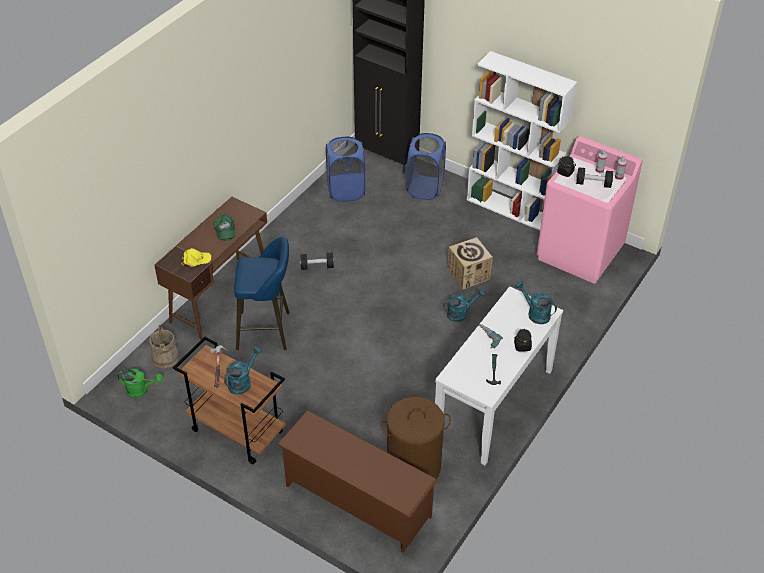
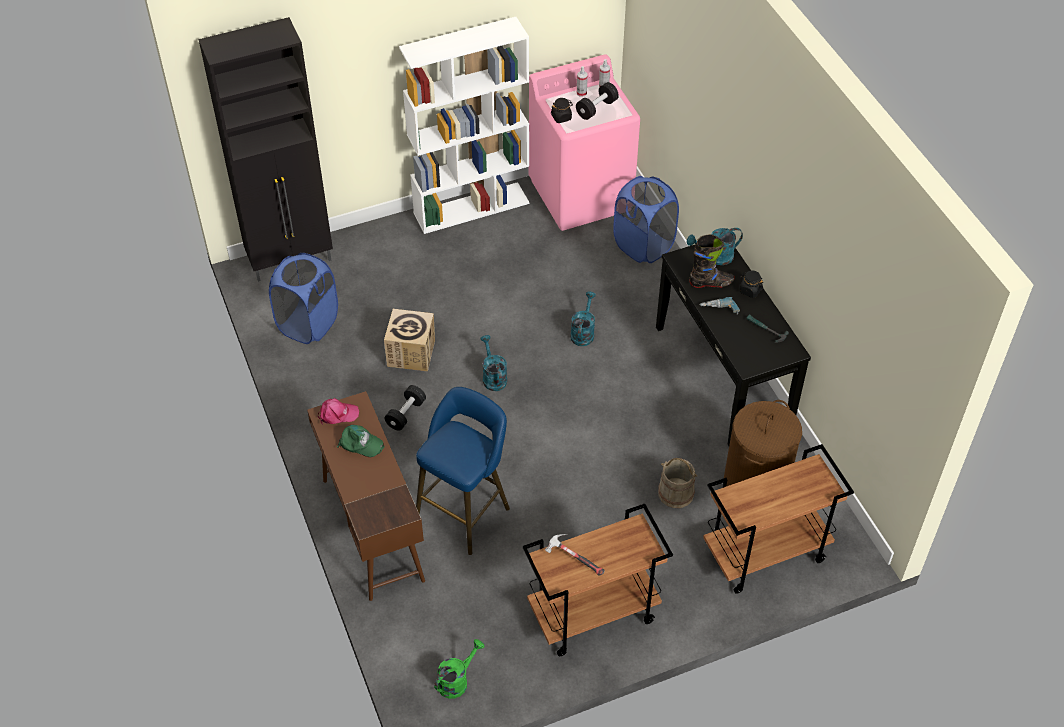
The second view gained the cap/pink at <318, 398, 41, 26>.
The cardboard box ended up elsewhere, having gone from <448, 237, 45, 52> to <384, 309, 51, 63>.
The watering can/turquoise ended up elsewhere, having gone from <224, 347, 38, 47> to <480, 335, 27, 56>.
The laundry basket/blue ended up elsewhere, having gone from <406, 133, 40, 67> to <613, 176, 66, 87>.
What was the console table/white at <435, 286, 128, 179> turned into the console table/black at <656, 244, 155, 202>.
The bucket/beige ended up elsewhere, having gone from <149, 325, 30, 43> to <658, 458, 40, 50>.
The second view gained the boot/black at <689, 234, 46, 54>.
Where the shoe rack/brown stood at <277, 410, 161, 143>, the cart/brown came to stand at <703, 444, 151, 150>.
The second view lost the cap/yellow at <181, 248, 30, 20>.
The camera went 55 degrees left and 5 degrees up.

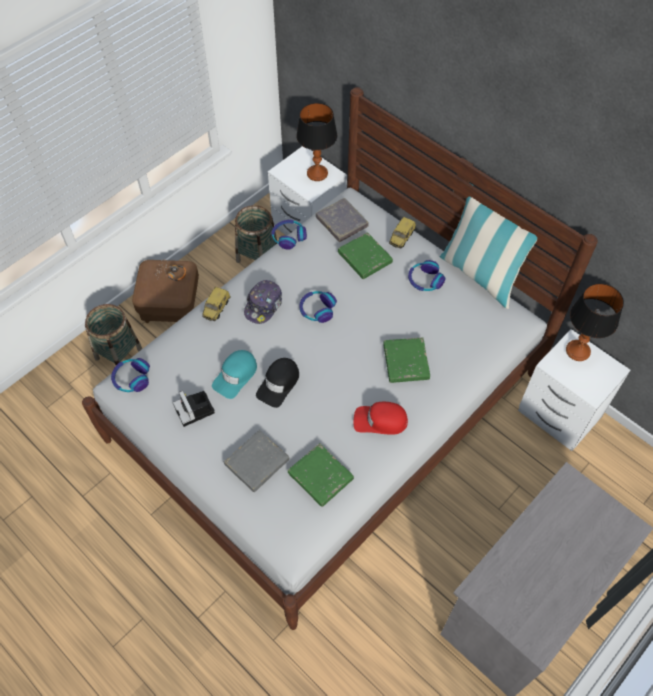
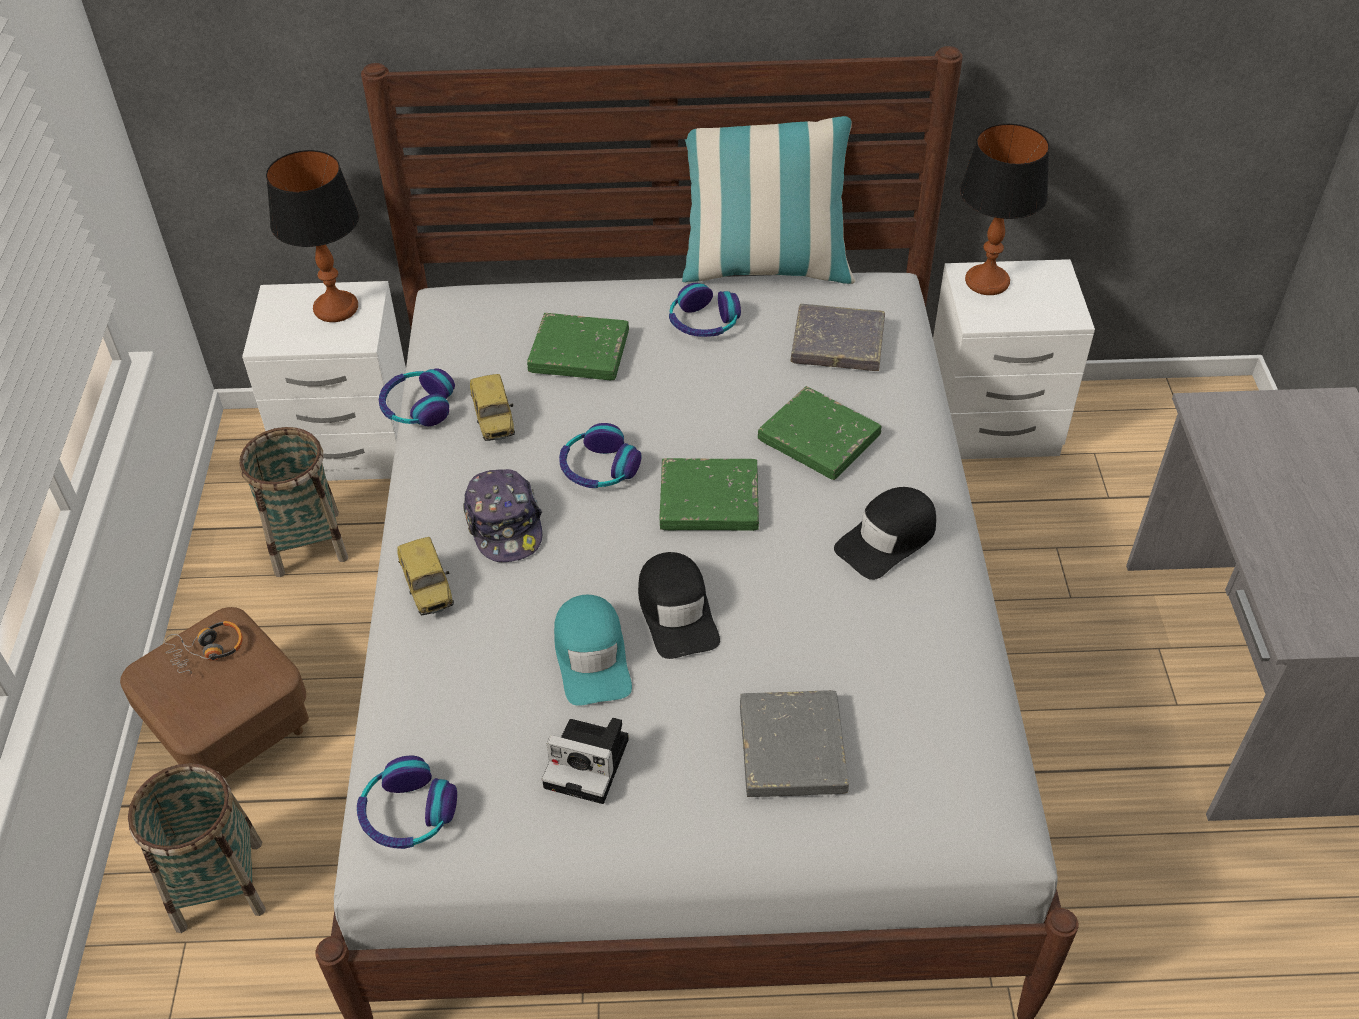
The toy car ended up elsewhere, having gone from <389, 217, 27, 32> to <470, 374, 45, 67>.
The book/green ended up elsewhere, having gone from <288, 443, 66, 64> to <659, 458, 100, 73>.
The book/grey ended up elsewhere, having gone from <316, 198, 53, 44> to <791, 304, 94, 67>.
What was the cap/red at <353, 402, 55, 33> turned into the cap/black at <834, 487, 102, 93>.
The camera went 45 degrees left and 10 degrees down.

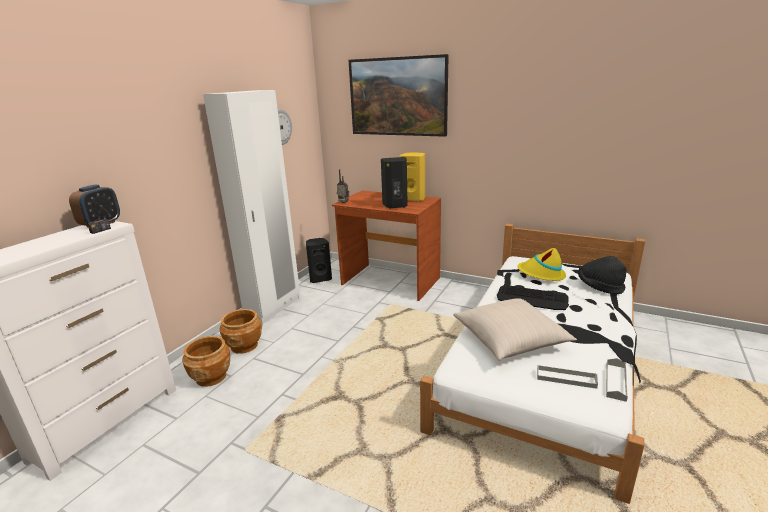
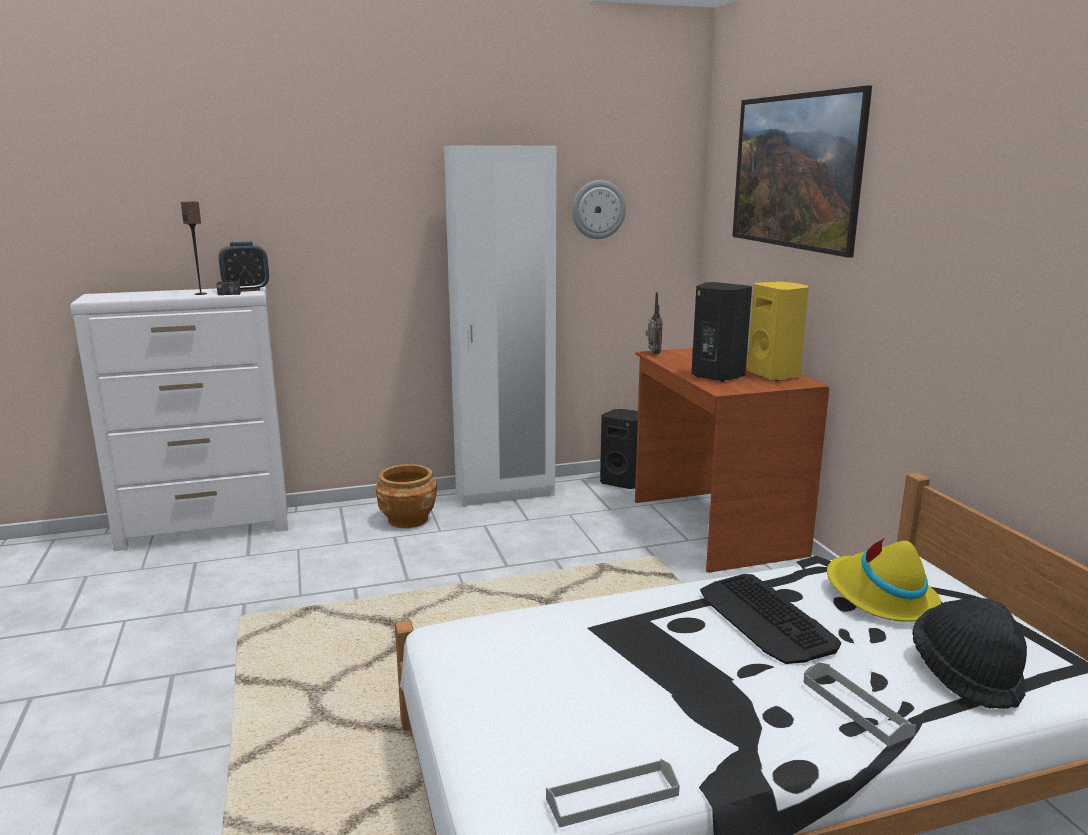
The second view gained the speaker at <181, 201, 26, 94>.
The tray/grey ended up elsewhere, having gone from <537, 365, 61, 24> to <803, 662, 113, 85>.
The second view lost the planter/brown at <182, 336, 48, 51>.
The second view lost the pillow/beige at <453, 298, 124, 63>.
The camera went 45 degrees right and 5 degrees down.

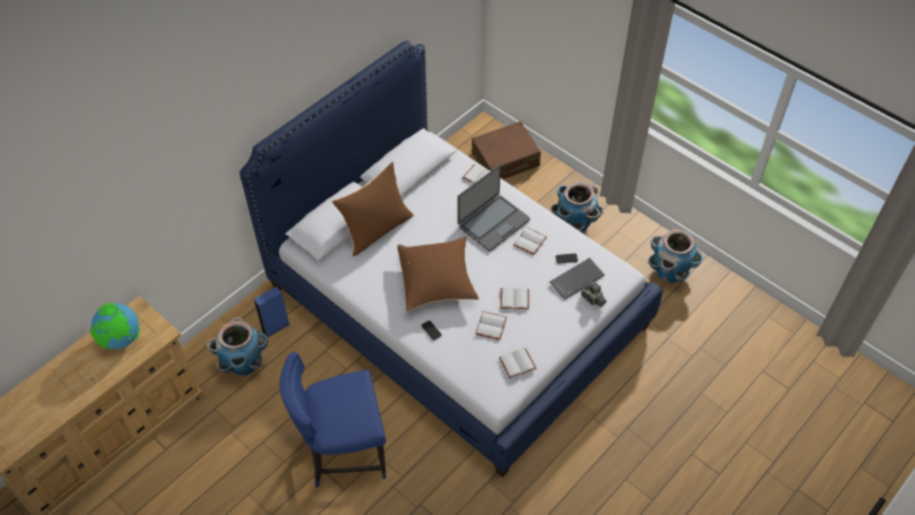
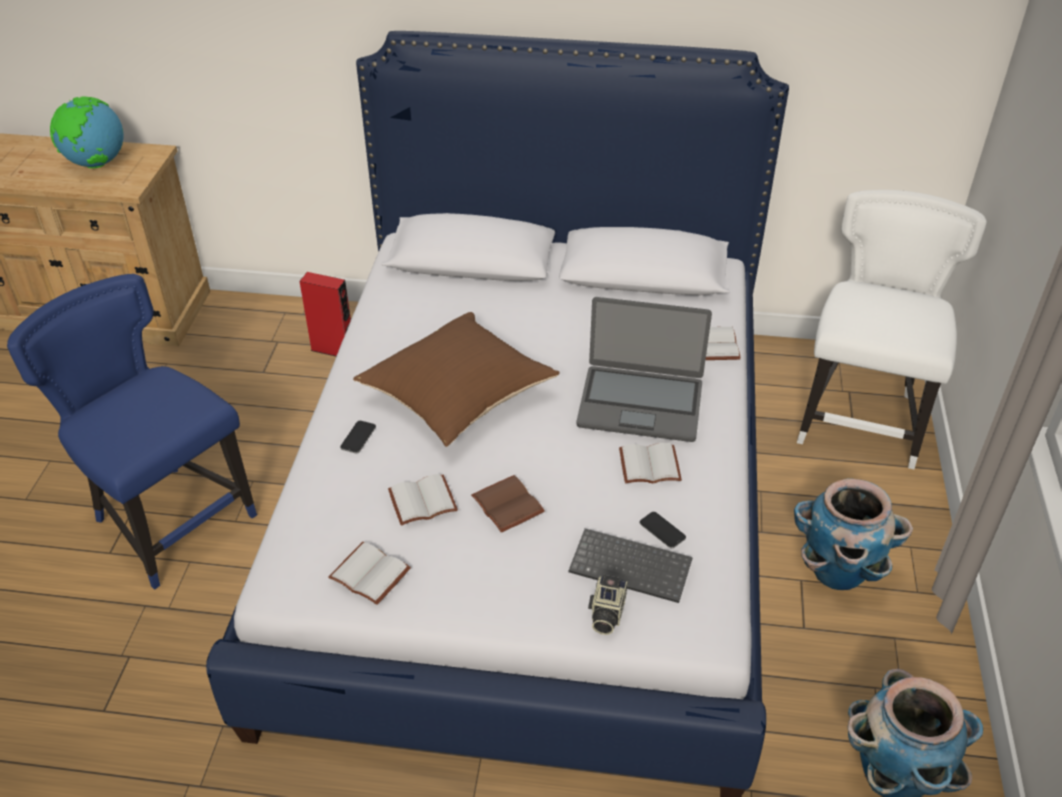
What was the speaker/blue at <254, 286, 36, 52> turned into the speaker/red at <299, 272, 52, 85>.
What was the book/white at <500, 287, 29, 23> turned into the book/brown at <471, 475, 74, 58>.
Where the suitcase/brown stood at <472, 121, 69, 58>, the chair/white came to stand at <797, 190, 190, 279>.
The second view lost the planter at <207, 317, 61, 58>.
The second view lost the pillow/brown at <332, 162, 82, 94>.
The camera went 55 degrees right and 10 degrees down.

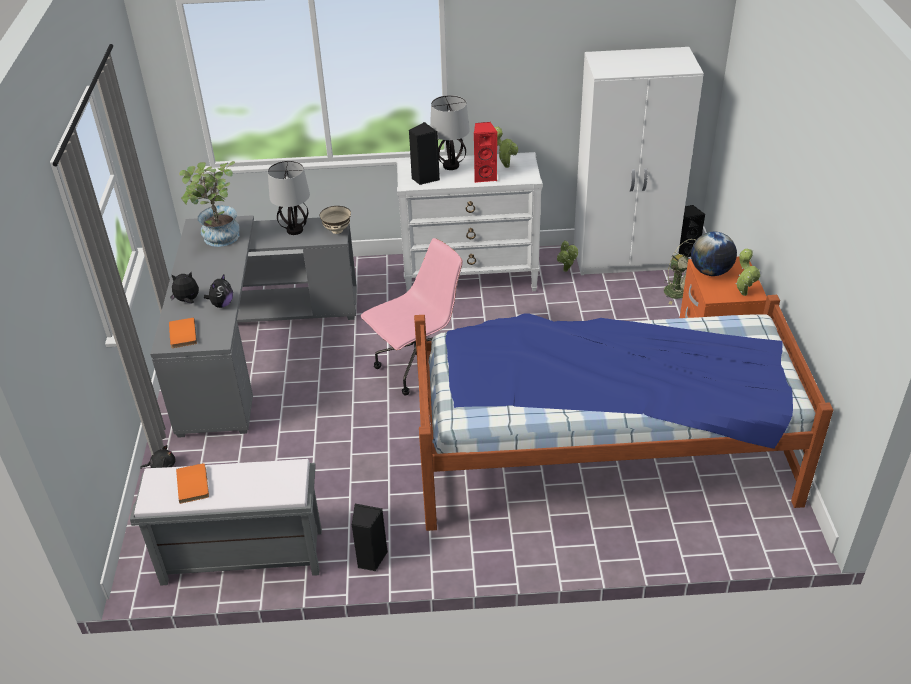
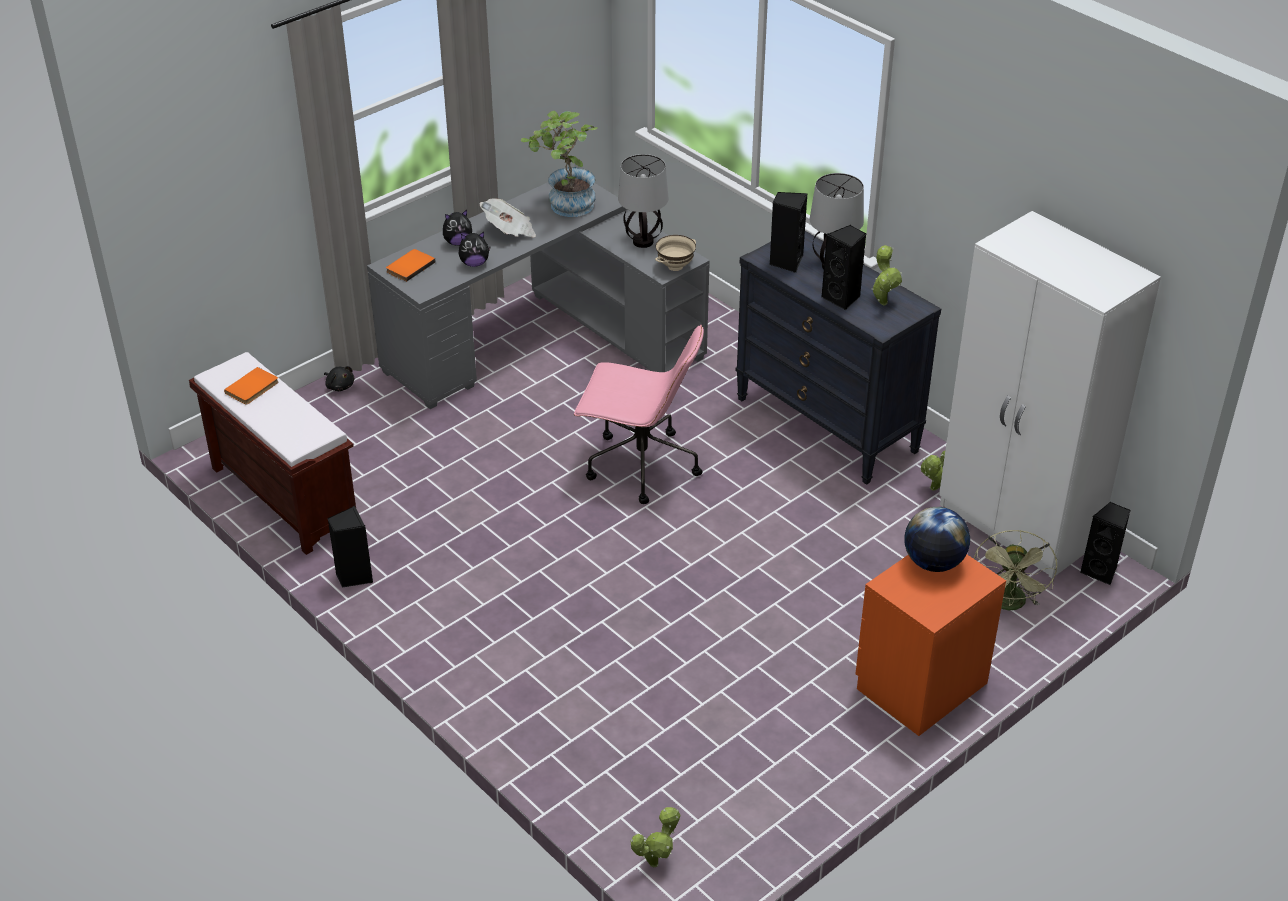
What was the bench/grey at <130, 459, 192, 127> turned into the bench/brown at <189, 352, 167, 203>.
The plush toy at <170, 272, 29, 32> ended up facing another way, 120 degrees clockwise from before.
The second view gained the newspaper at <480, 199, 56, 38>.
The potted plant ended up elsewhere, having gone from <735, 249, 26, 47> to <631, 807, 49, 60>.
What was the dresser/white at <396, 152, 147, 140> turned into the dresser/black at <735, 231, 206, 254>.
What was the speaker/red at <474, 122, 24, 61> turned into the speaker/black at <821, 225, 45, 86>.
The second view lost the bed at <414, 295, 419, 236>.
The camera went 50 degrees right and 0 degrees up.

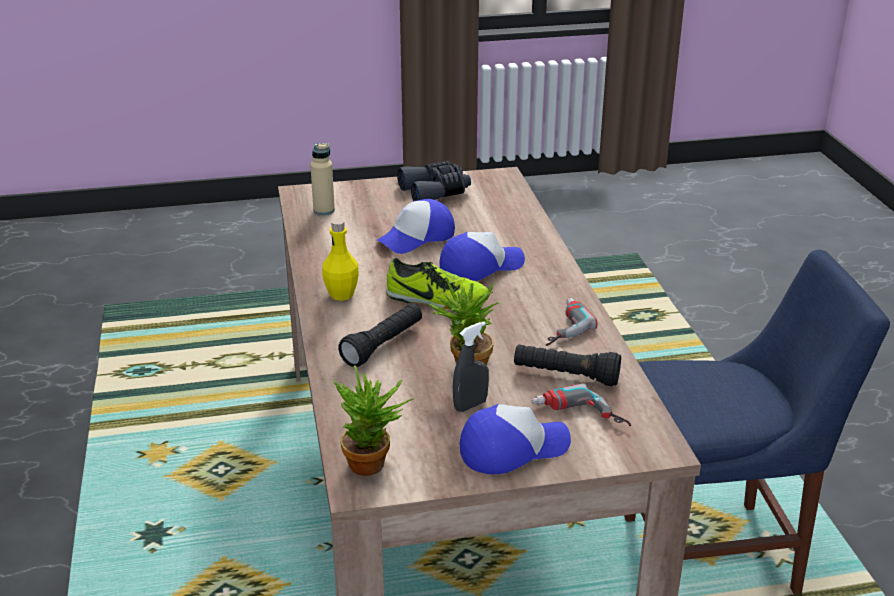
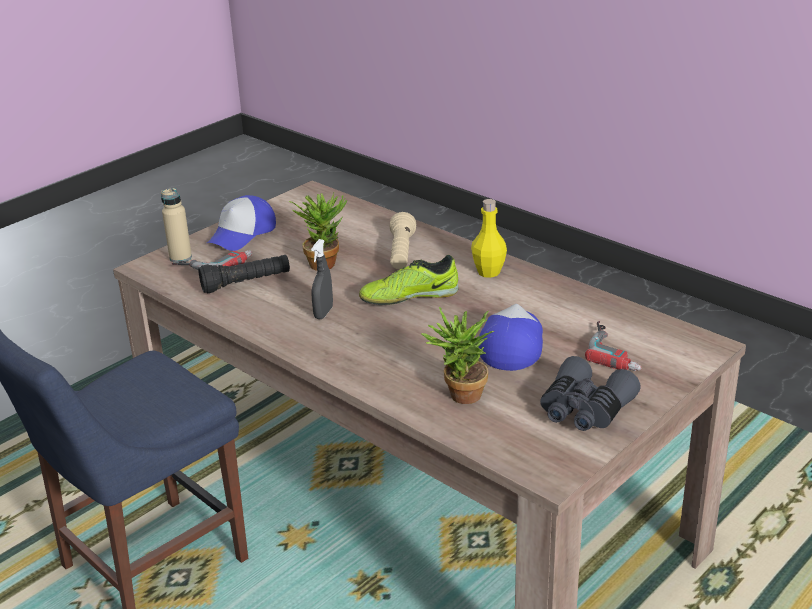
The bottle/beige ended up elsewhere, having gone from <310, 143, 25, 72> to <161, 188, 31, 75>.
The spray bottle/grey ended up elsewhere, having gone from <453, 322, 36, 90> to <311, 239, 22, 80>.
What was the flashlight/black at <338, 303, 84, 64> turned into the flashlight/beige at <389, 212, 27, 57>.
The potted plant ended up elsewhere, having gone from <333, 365, 82, 111> to <422, 307, 73, 97>.
The power drill ended up elsewhere, having gone from <546, 298, 51, 48> to <585, 321, 57, 50>.
The second view lost the cap at <439, 232, 86, 49>.
The camera went 145 degrees right and 0 degrees up.

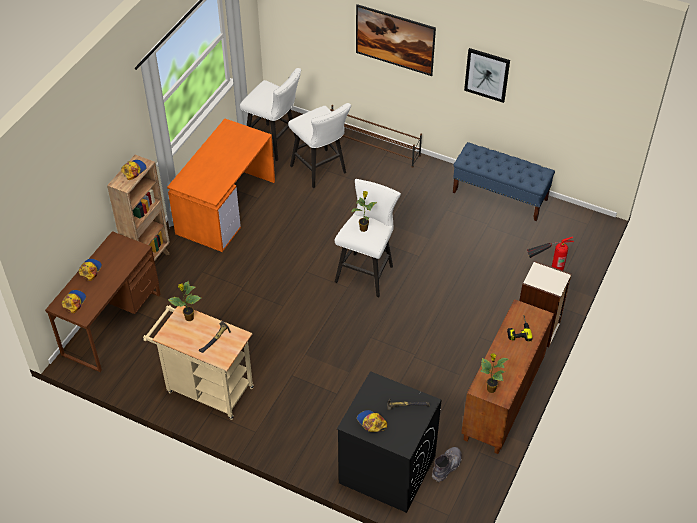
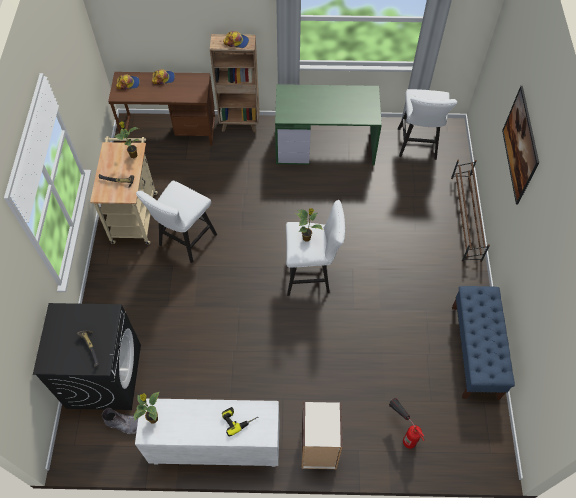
What was the cabinet/brown at <461, 299, 93, 155> turned into the cabinet/white at <135, 398, 145, 69>.
The stool/white ended up elsewhere, having gone from <288, 103, 63, 85> to <136, 181, 81, 82>.
What was the desk/orange at <167, 119, 108, 133> turned into the desk/green at <275, 84, 107, 81>.
The second view lost the cap at <357, 410, 30, 22>.
The second view lost the picture at <464, 48, 46, 55>.
The camera went 65 degrees right and 10 degrees up.

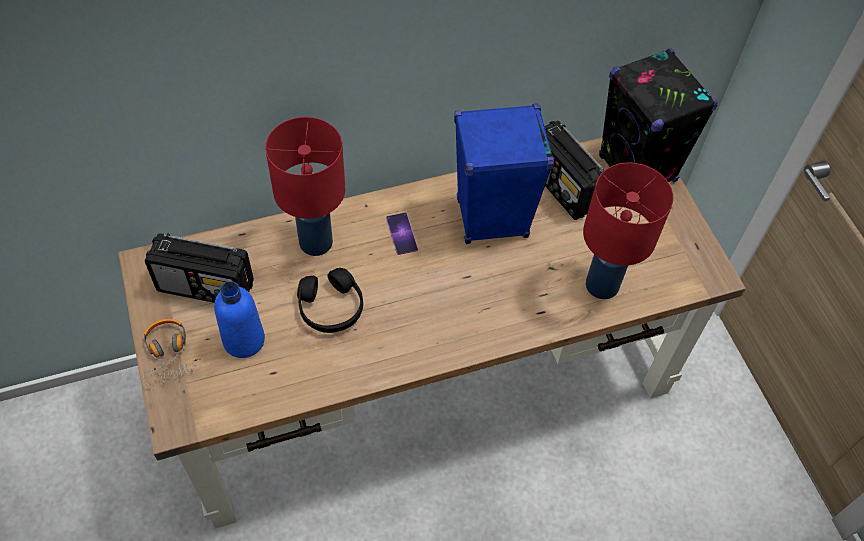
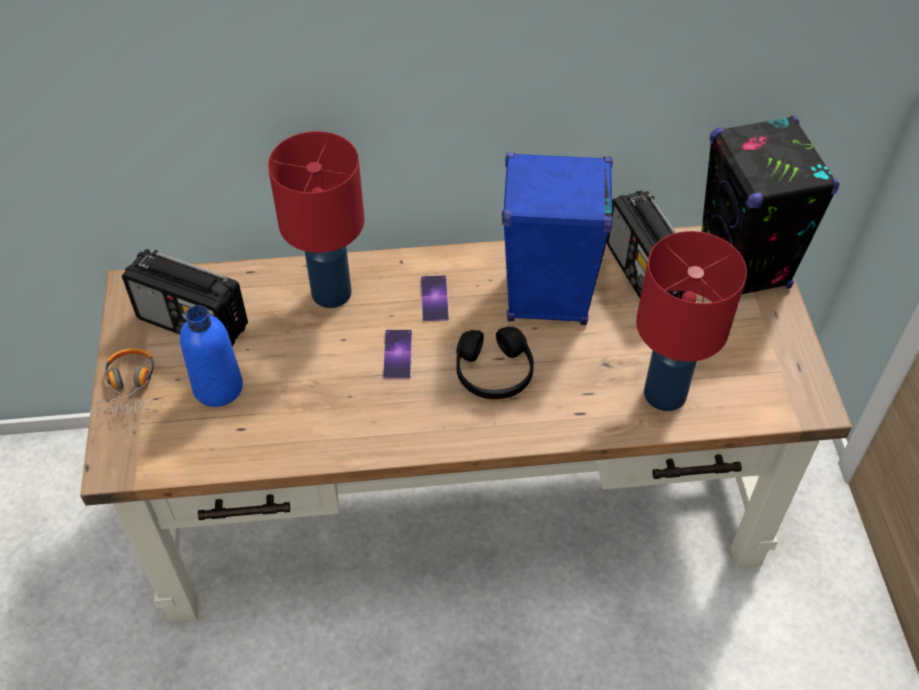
The second view gained the phone at <383, 330, 29, 49>.
The headphones/black ended up elsewhere, having gone from <297, 268, 66, 65> to <456, 327, 78, 72>.
The camera went 15 degrees right and 5 degrees down.

